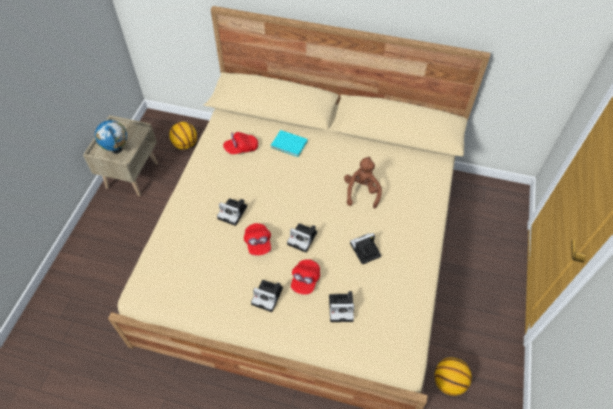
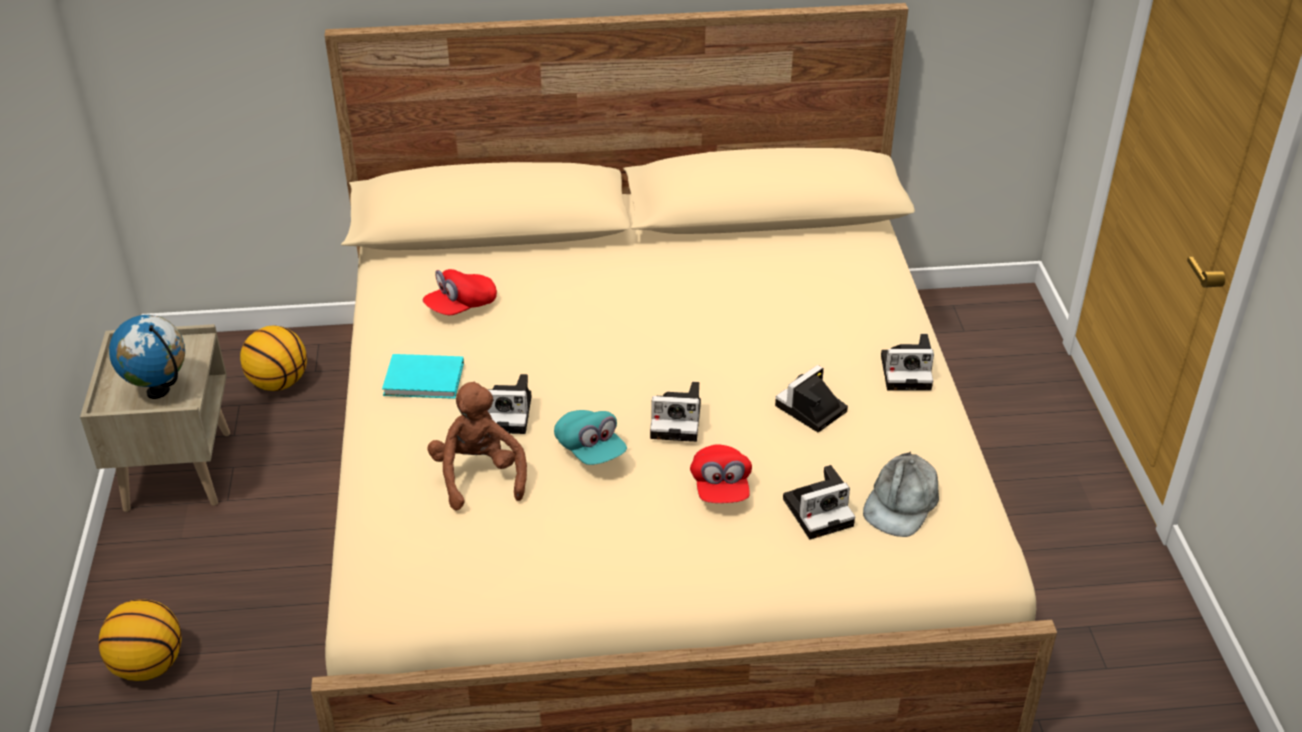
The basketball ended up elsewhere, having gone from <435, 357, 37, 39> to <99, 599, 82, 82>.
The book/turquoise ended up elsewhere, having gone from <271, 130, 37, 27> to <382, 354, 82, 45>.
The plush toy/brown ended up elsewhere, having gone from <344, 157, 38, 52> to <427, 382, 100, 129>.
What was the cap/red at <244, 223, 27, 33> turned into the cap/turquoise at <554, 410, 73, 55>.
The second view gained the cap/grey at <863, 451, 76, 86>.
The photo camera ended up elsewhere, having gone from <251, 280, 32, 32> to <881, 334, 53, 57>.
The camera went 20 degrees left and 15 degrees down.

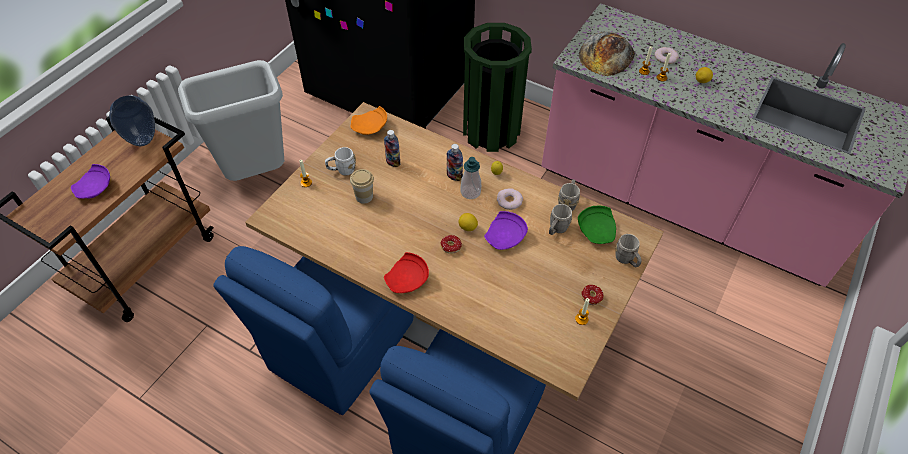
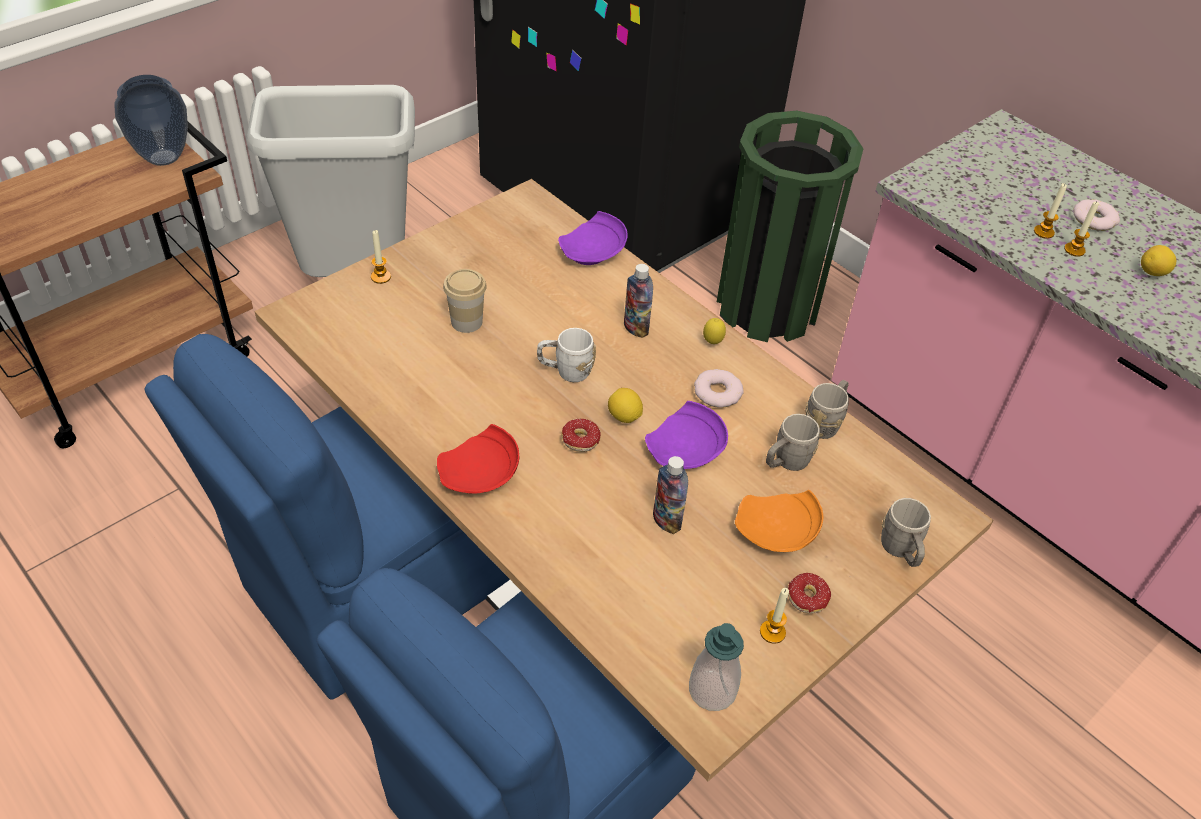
The mug/white ended up elsewhere, having gone from <325, 147, 31, 29> to <537, 328, 59, 54>.
The plate/purple ended up elsewhere, having gone from <71, 164, 39, 35> to <558, 211, 70, 54>.
The bottle ended up elsewhere, having gone from <384, 130, 16, 37> to <653, 456, 35, 78>.
The soap dispenser ended up elsewhere, having gone from <460, 157, 21, 42> to <689, 623, 55, 88>.
The plate/orange ended up elsewhere, having gone from <350, 106, 37, 29> to <735, 490, 88, 62>.
The second view lost the plate/green at <578, 206, 38, 38>.
The second view lost the bread at <579, 32, 56, 44>.
The camera went 15 degrees right and 5 degrees down.

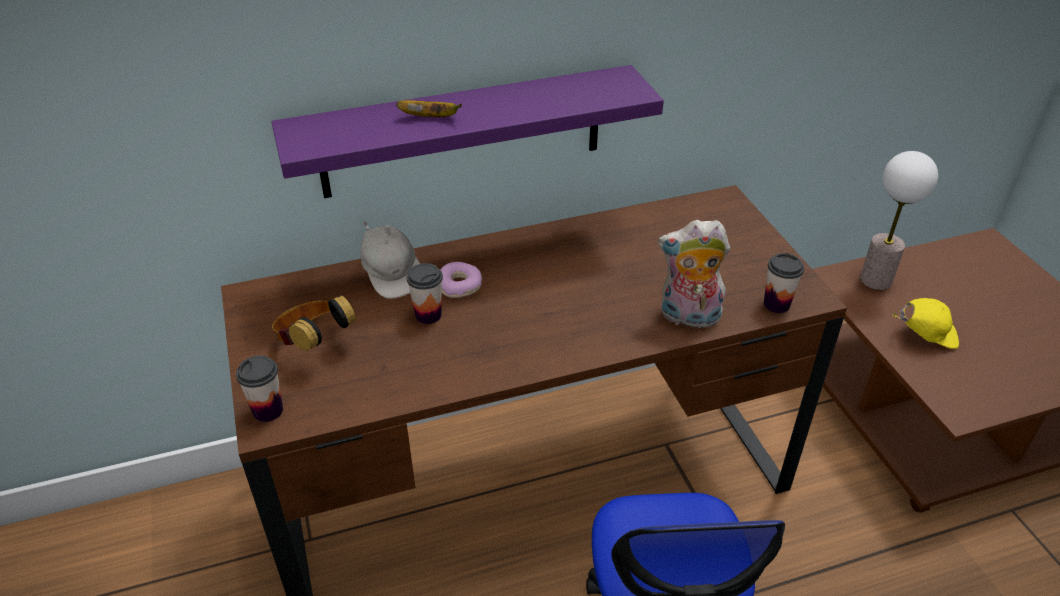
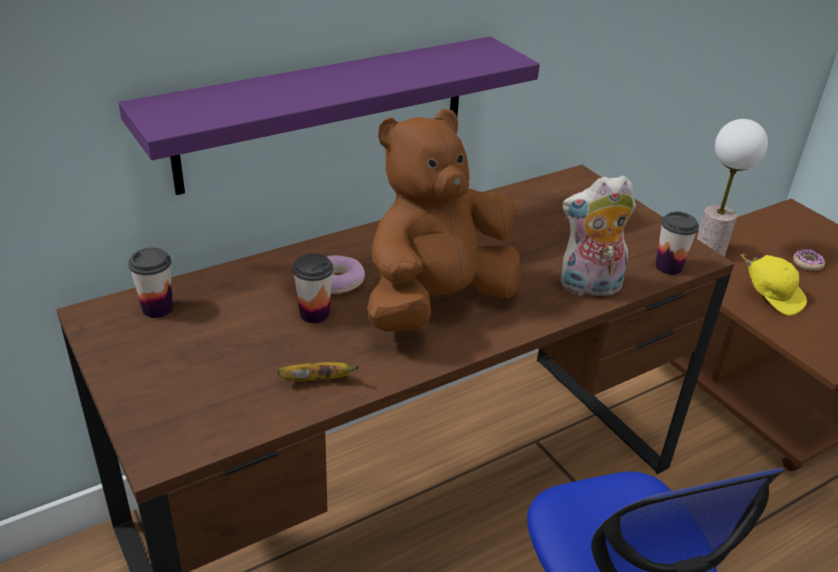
The cup ended up elsewhere, having gone from <236, 355, 47, 67> to <128, 248, 45, 70>.
The banana ended up elsewhere, having gone from <396, 100, 66, 17> to <277, 362, 82, 19>.
The second view gained the plush toy/brown at <367, 109, 154, 223>.
The cap/yellow at <892, 298, 67, 51> ended up facing another way, 60 degrees clockwise from before.
The second view gained the donut at <793, 249, 32, 22>.
The second view lost the headphones at <272, 295, 84, 56>.
The second view lost the cap/white at <360, 221, 60, 78>.
The camera went 15 degrees left and 5 degrees down.

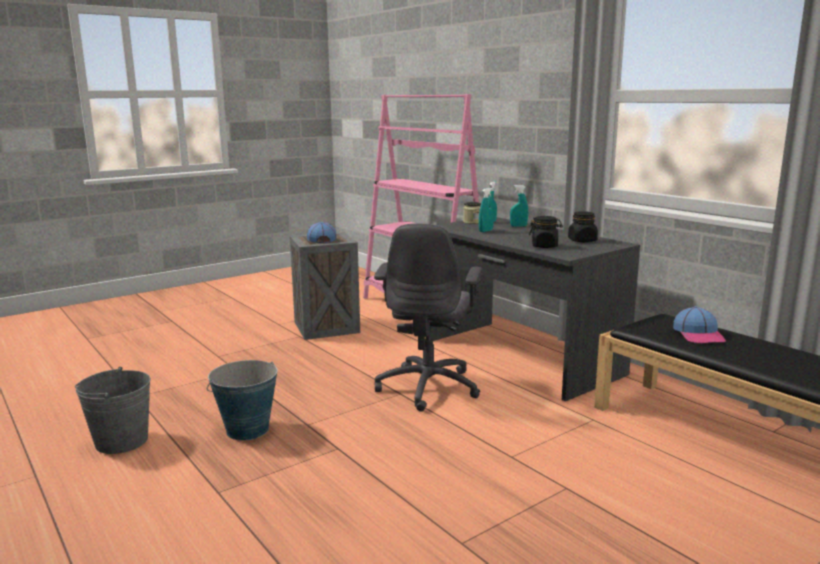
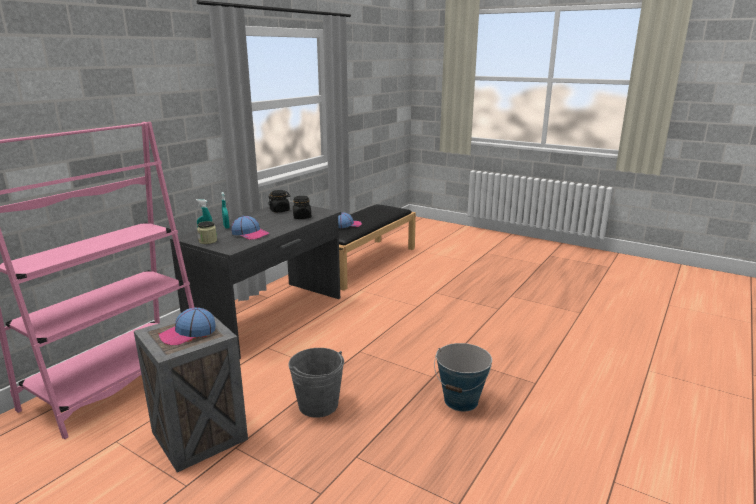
Where the spray bottle/turquoise stood at <479, 188, 15, 44>, the cap came to stand at <231, 216, 38, 24>.
The bucket/grey ended up elsewhere, having gone from <75, 367, 76, 87> to <288, 348, 56, 70>.
The second view lost the office chair/grey at <374, 223, 109, 188>.
The camera went 110 degrees left and 5 degrees up.

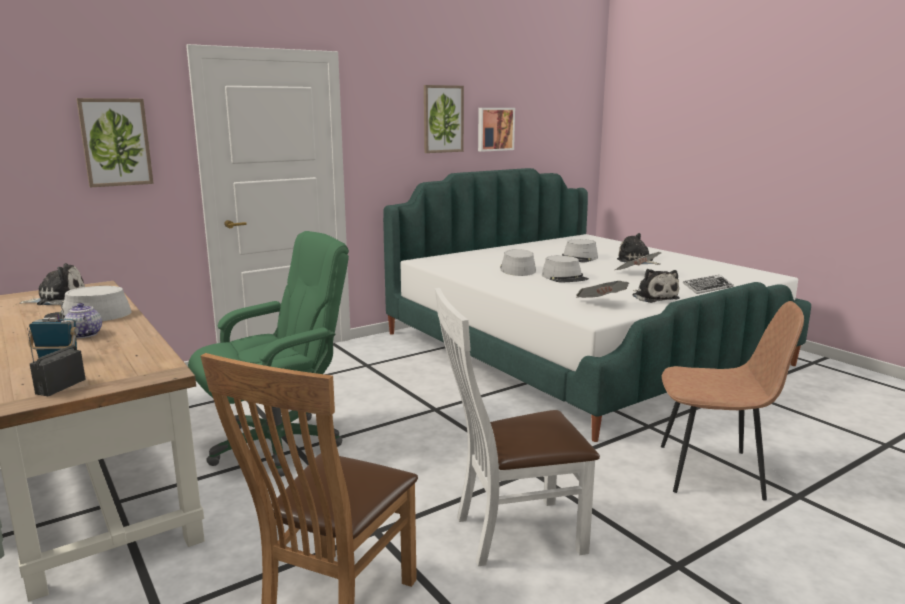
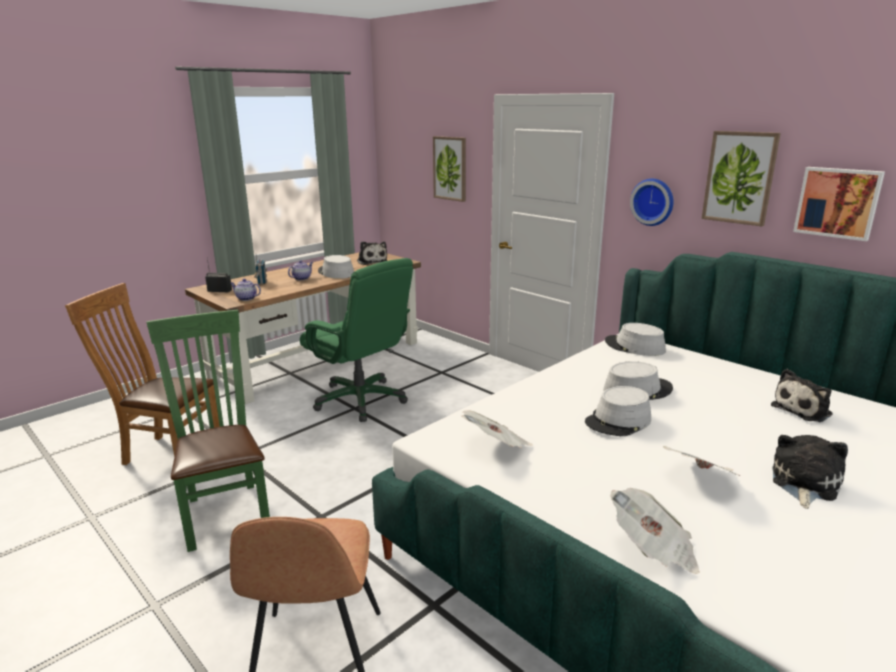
What was the chair/white at <435, 288, 165, 278> turned into the chair/green at <146, 310, 124, 242>.
The second view gained the teapot at <230, 279, 31, 22>.
The hat/grey ended up elsewhere, having gone from <562, 239, 36, 24> to <605, 323, 61, 33>.
Where the keyboard stood at <683, 275, 51, 19>, the newspaper came to stand at <610, 488, 90, 86>.
The second view gained the wall clock at <630, 179, 44, 47>.
The plush toy ended up elsewhere, having gone from <632, 269, 47, 34> to <771, 369, 62, 53>.
The camera went 80 degrees right and 5 degrees up.

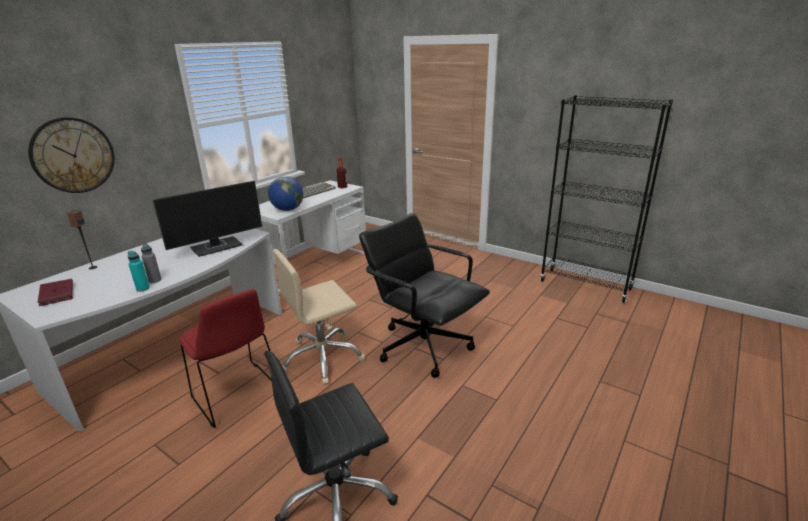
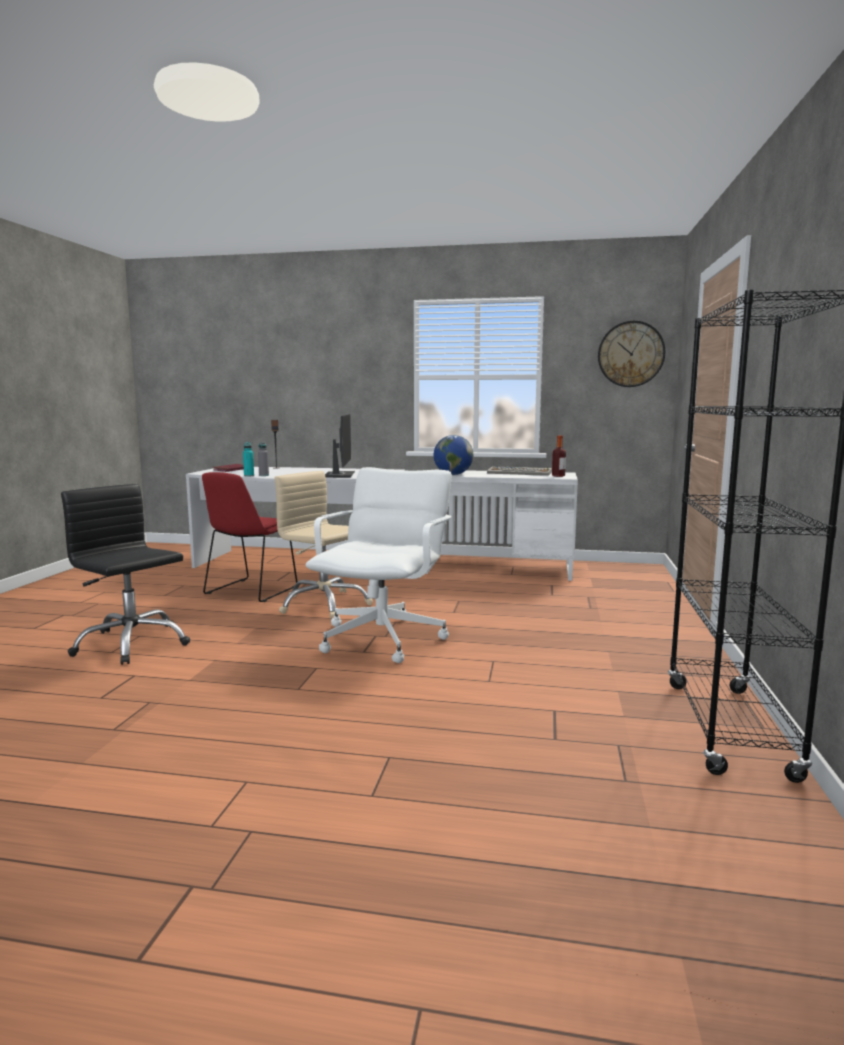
What was the office chair/black at <359, 213, 131, 165> turned into the office chair/white at <306, 467, 146, 196>.
The monitor at <153, 181, 109, 76> ended up facing another way, 120 degrees counterclockwise from before.
The wall clock ended up elsewhere, having gone from <28, 117, 87, 76> to <598, 321, 68, 66>.
The camera went 65 degrees right and 15 degrees down.

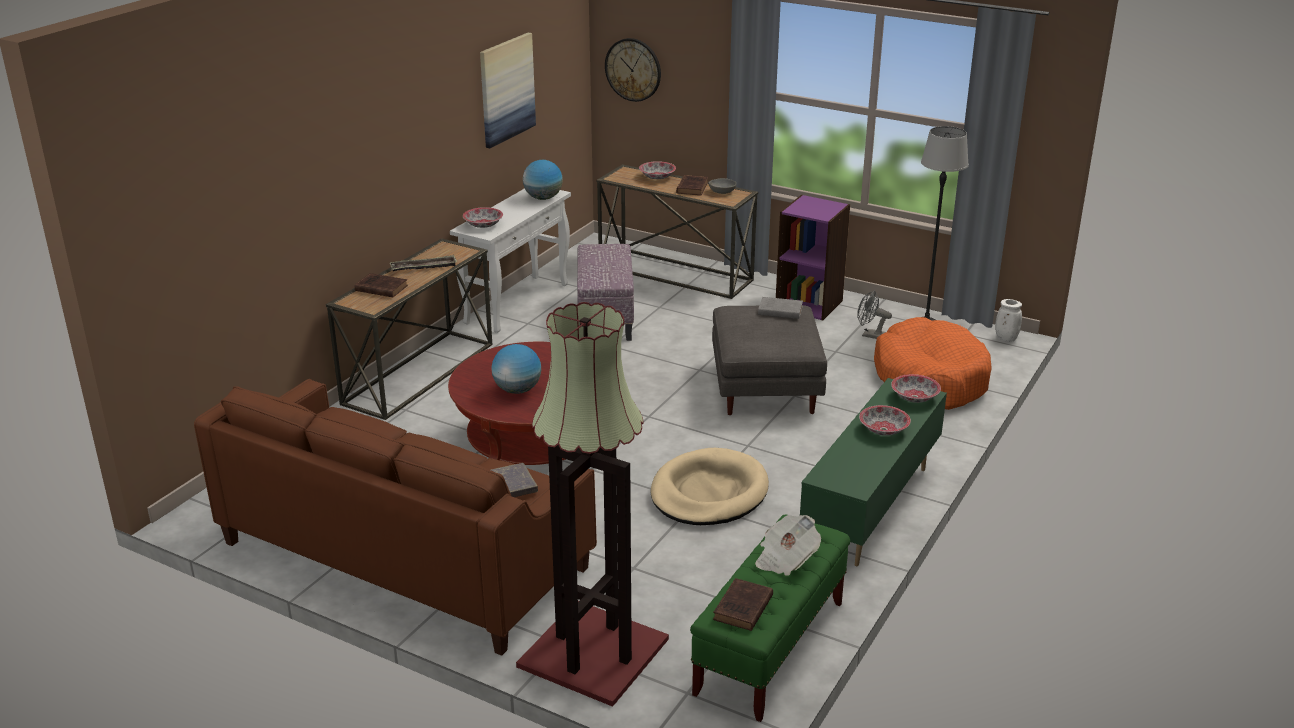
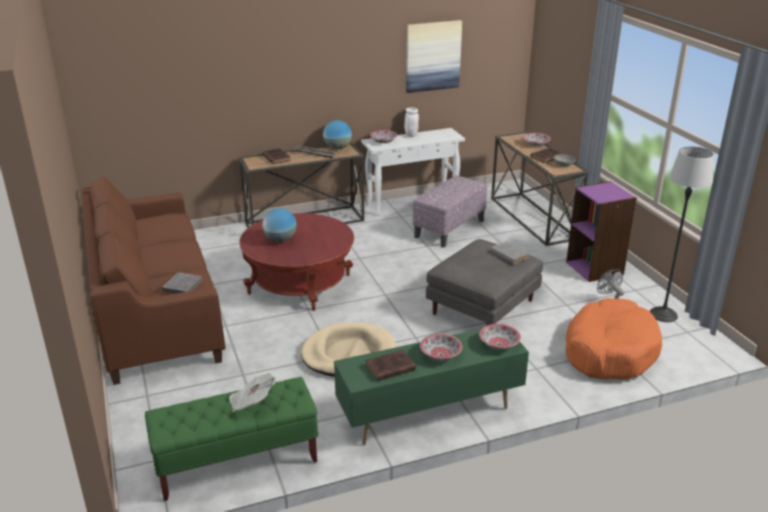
The globe ended up elsewhere, having gone from <523, 160, 40, 40> to <323, 120, 29, 29>.
The book/brown ended up elsewhere, having gone from <713, 578, 60, 53> to <366, 350, 50, 31>.
The vase/white ended up elsewhere, having gone from <995, 299, 27, 43> to <404, 107, 15, 30>.
The second view lost the floor lamp at <516, 302, 153, 405>.
The second view lost the wall clock at <605, 38, 56, 64>.
The camera went 40 degrees right and 0 degrees up.

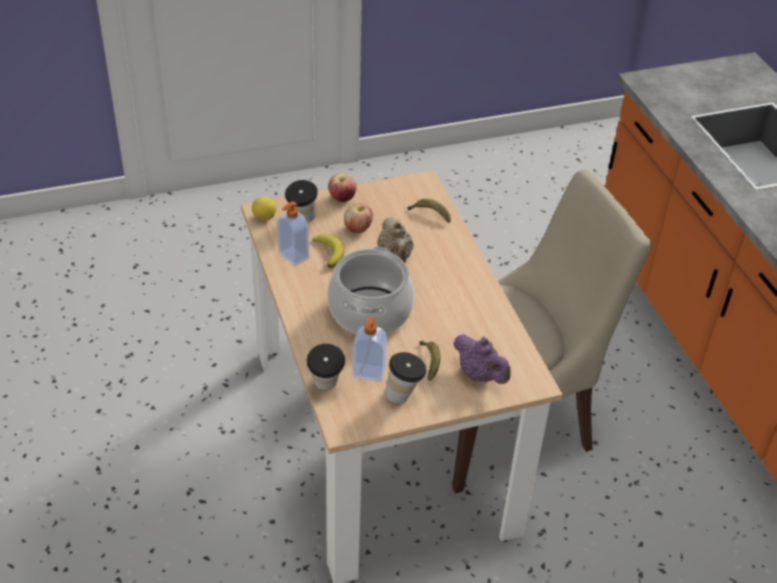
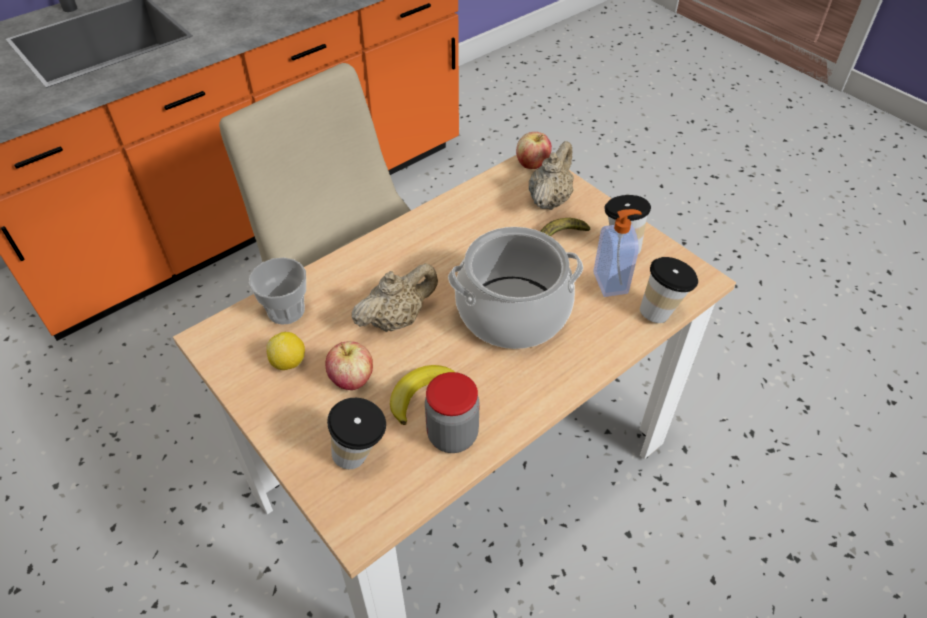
Where the banana stood at <407, 199, 44, 24>, the cup came to stand at <249, 257, 57, 68>.
The lemon ended up elsewhere, having gone from <252, 197, 24, 23> to <266, 332, 39, 38>.
Where the soap dispenser stood at <277, 201, 32, 65>, the jar came to stand at <425, 372, 55, 81>.
The apple ended up elsewhere, having gone from <328, 174, 29, 28> to <516, 132, 36, 37>.
What was the teapot/purple at <453, 334, 58, 50> turned into the teapot/beige at <529, 141, 45, 69>.
The camera went 110 degrees left and 5 degrees up.

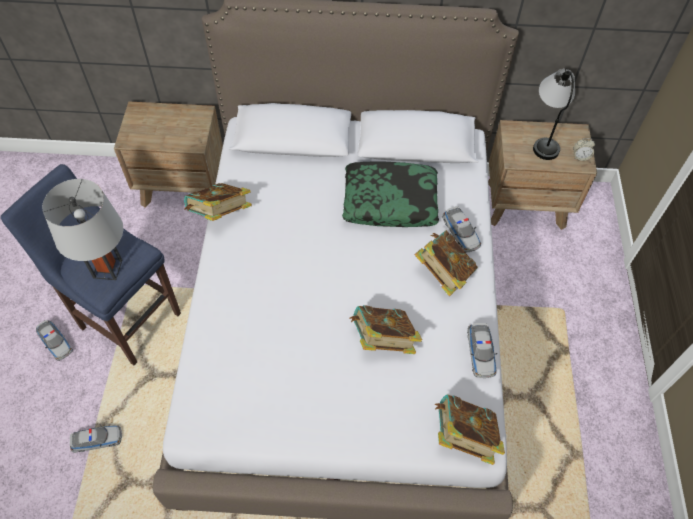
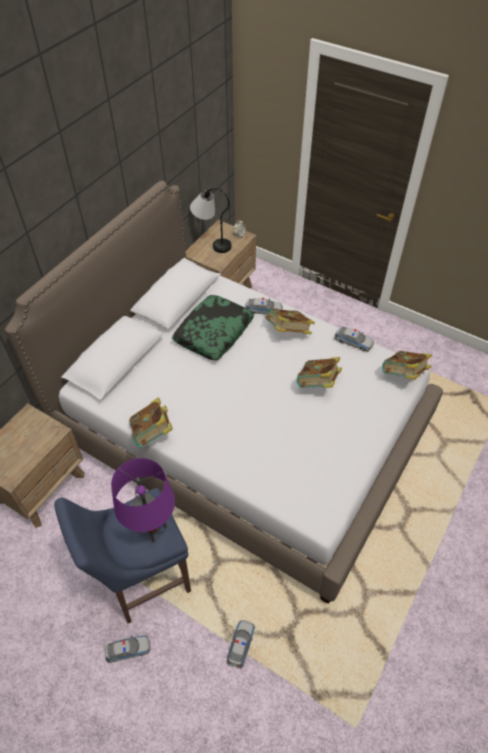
What was the table lamp/grey at <42, 179, 81, 101> turned into the table lamp/purple at <111, 458, 64, 85>.
The camera went 60 degrees left and 5 degrees down.

